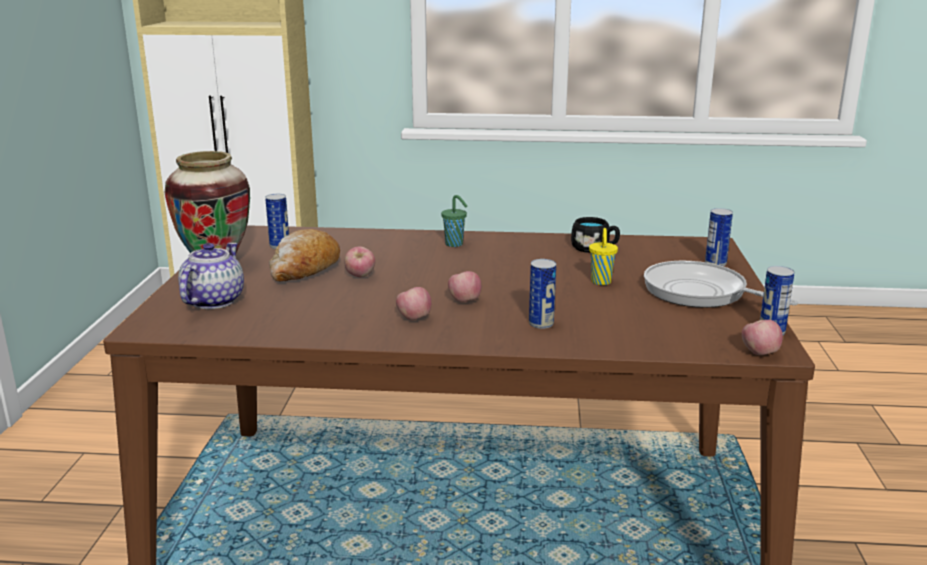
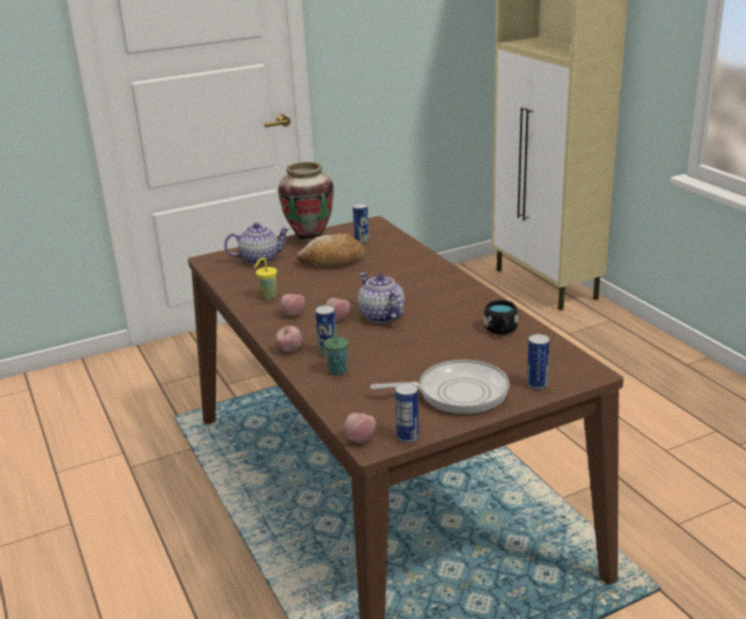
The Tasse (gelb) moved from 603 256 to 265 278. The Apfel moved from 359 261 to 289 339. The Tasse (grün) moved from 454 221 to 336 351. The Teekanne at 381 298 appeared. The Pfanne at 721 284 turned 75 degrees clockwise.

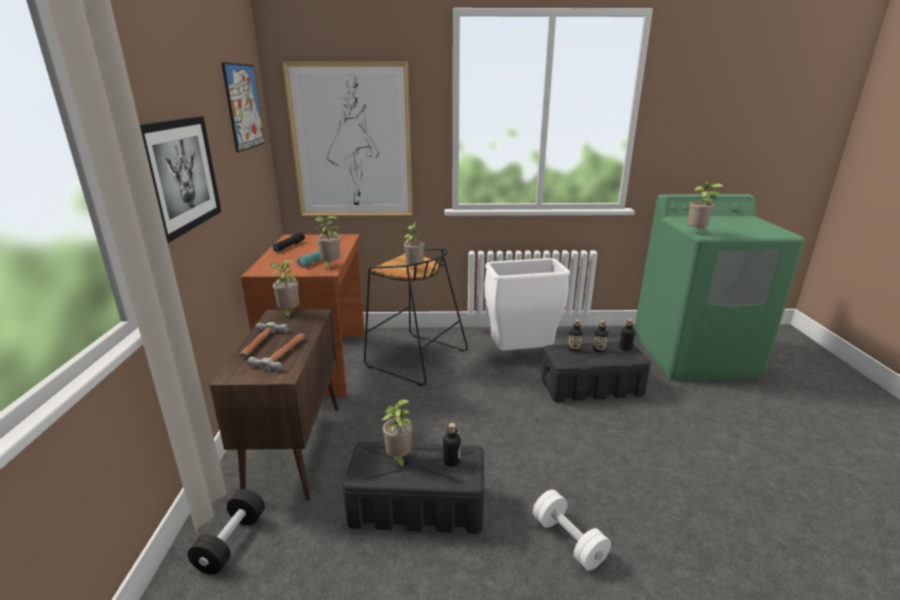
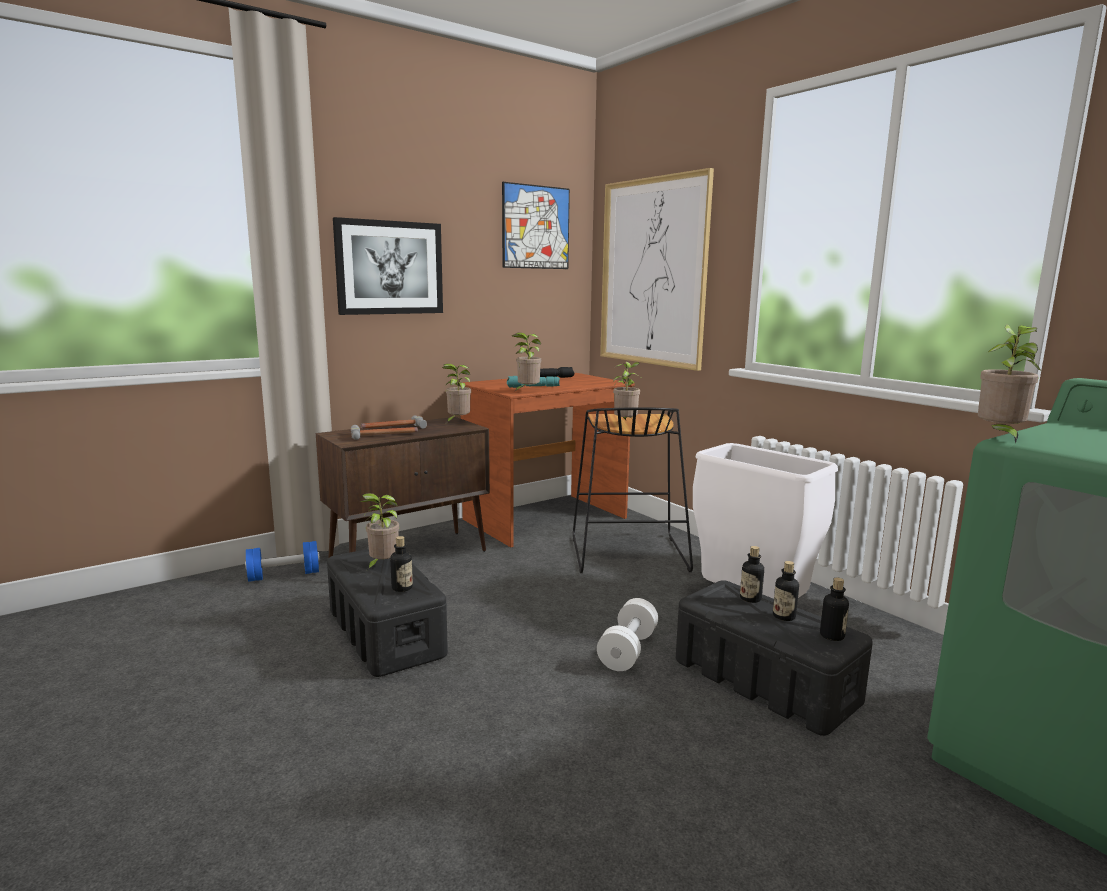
The Hantel (schwarz) at 226 532 became the Hantel (blau) at 282 561. The Hantel (weiß) moved from 572 530 to 627 634.

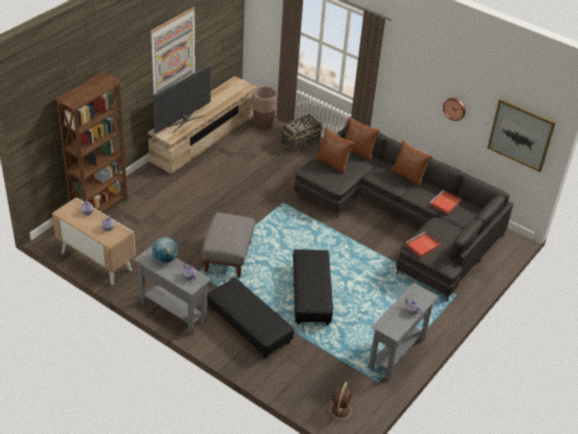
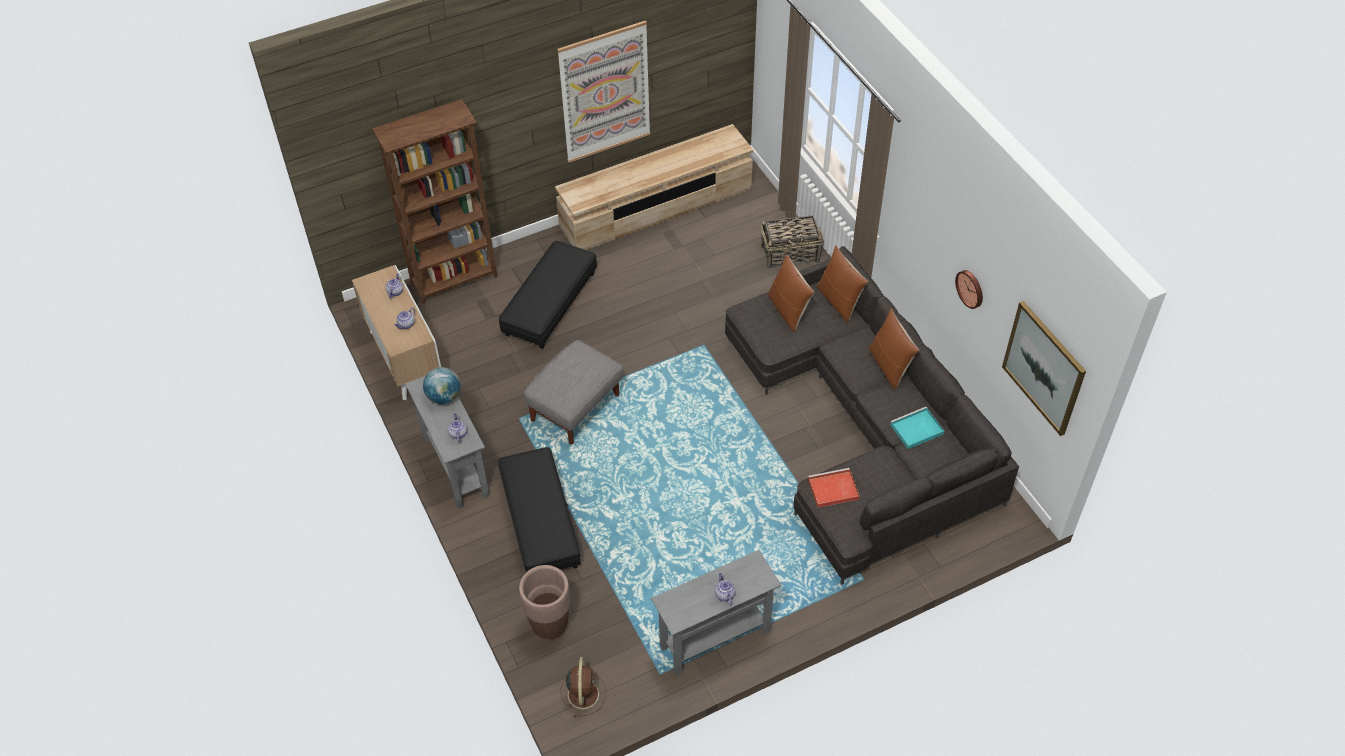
The Polsterhocker (schwarz) moved from 313 287 to 548 295. The Pflanzkübel (braun) moved from 265 108 to 544 602. The Ventilator (braun) at 341 402 turned 45 degrees counterclockwise. The Tablett (rot) at 445 202 became the Tablett (türkis) at 917 428. The Fernseher at 182 99 disappeared.

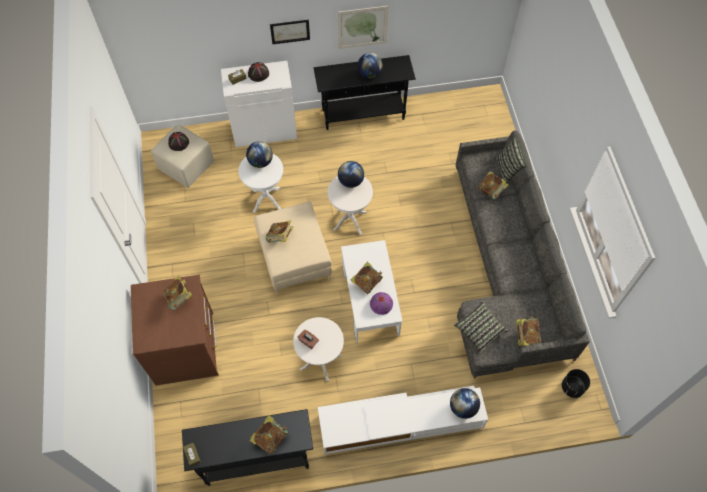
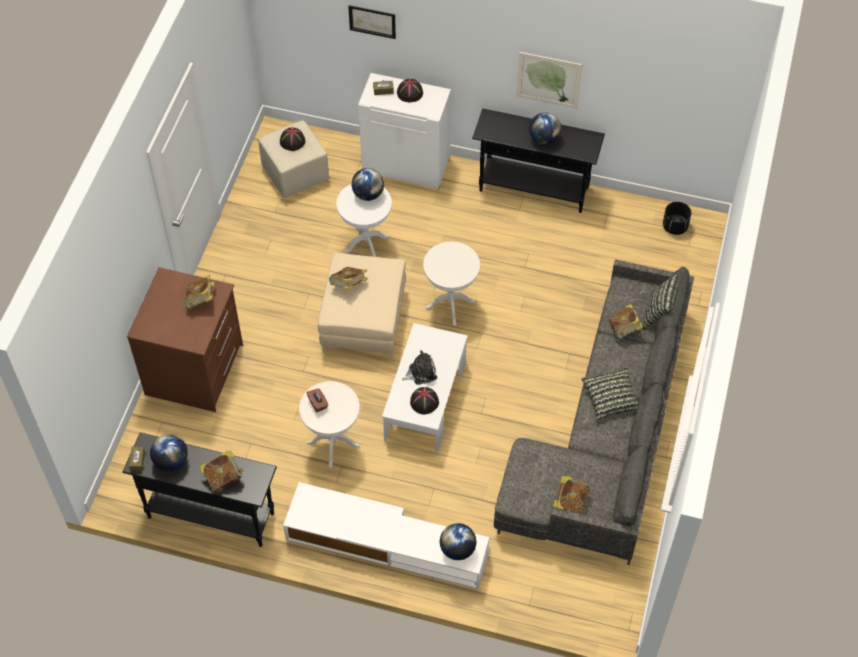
The Globus moved from 351 174 to 169 452. The Bild moved from 290 32 to 372 22. The Buch at 367 277 was replaced by the Plüschtier at 419 367. The Hut (lila) at 381 303 became the Hut (schwarz) at 424 401. The Kissen moved from 481 327 to 609 394. The Pflanzkübel (schwarz) moved from 576 383 to 677 218.

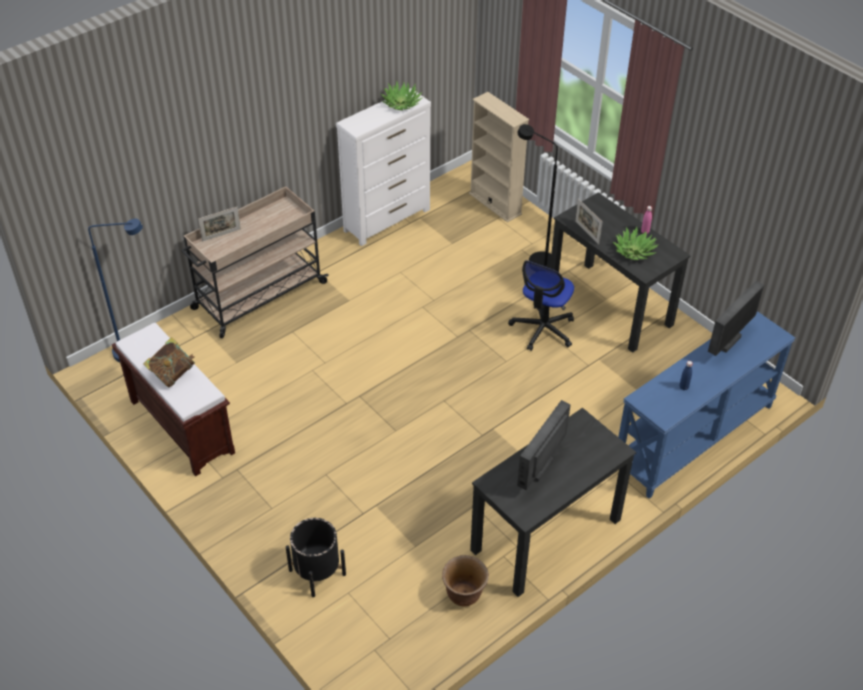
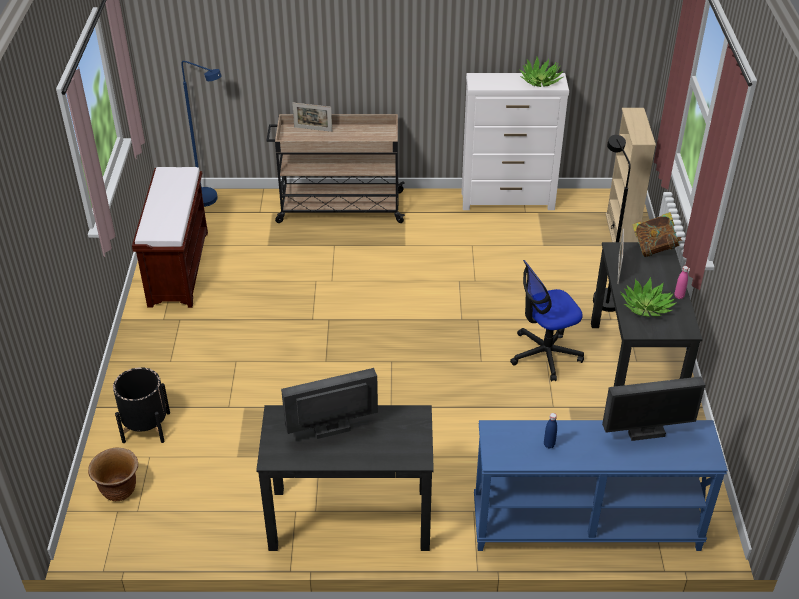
The Pflanzkübel (braun) moved from 465 581 to 113 474. The Buch moved from 169 362 to 657 234.

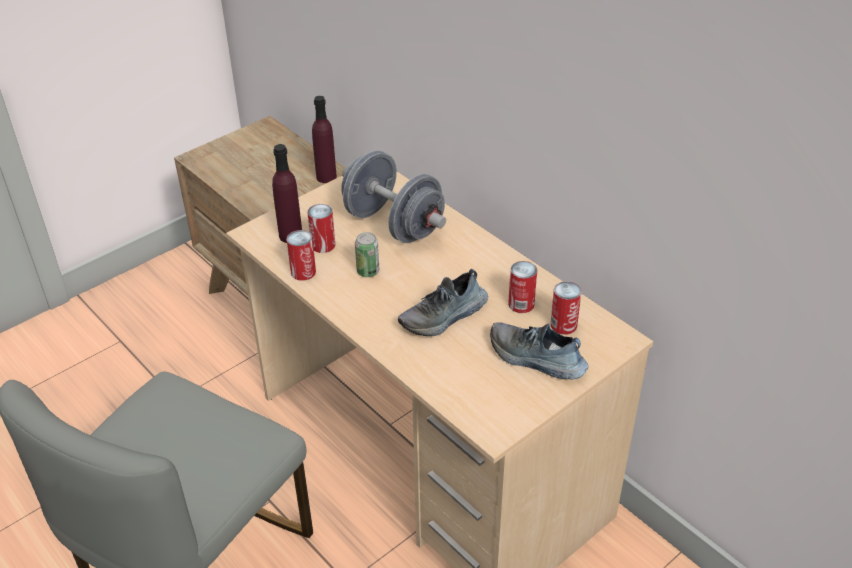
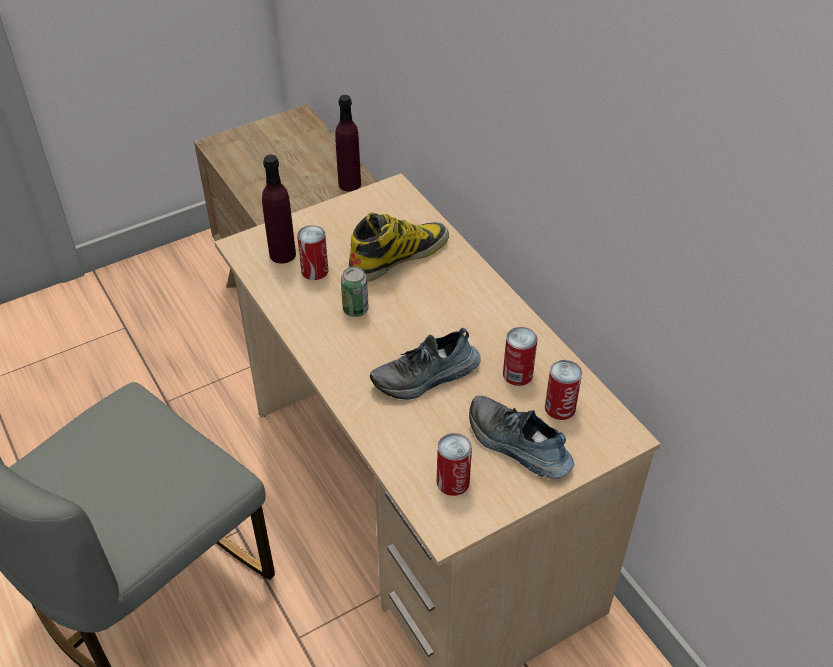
The Hantel (grau) at 393 197 was replaced by the Stiefel at 398 247. The Dose moved from 301 255 to 454 464.

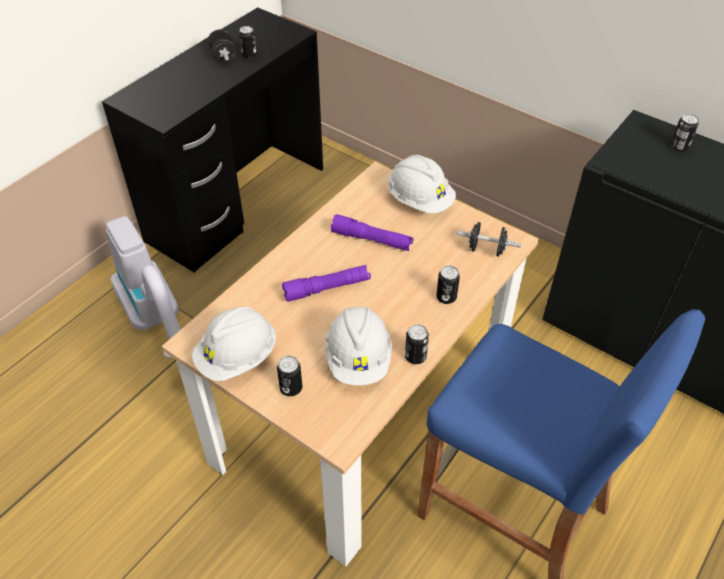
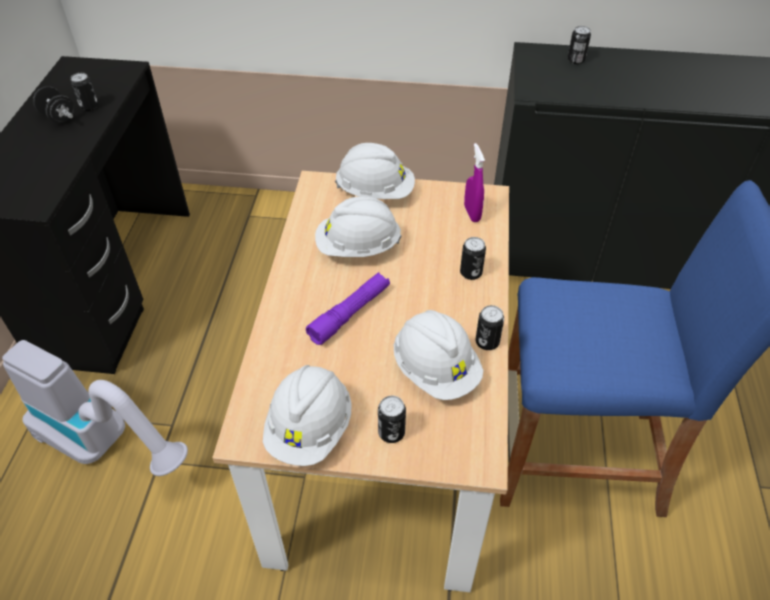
The Taschenlampe (lila) at 372 232 was replaced by the Schutzhelm (weiß) at 358 227. The Hantel (schwarz) at 488 239 was replaced by the Sprühflasche (lila) at 474 182.

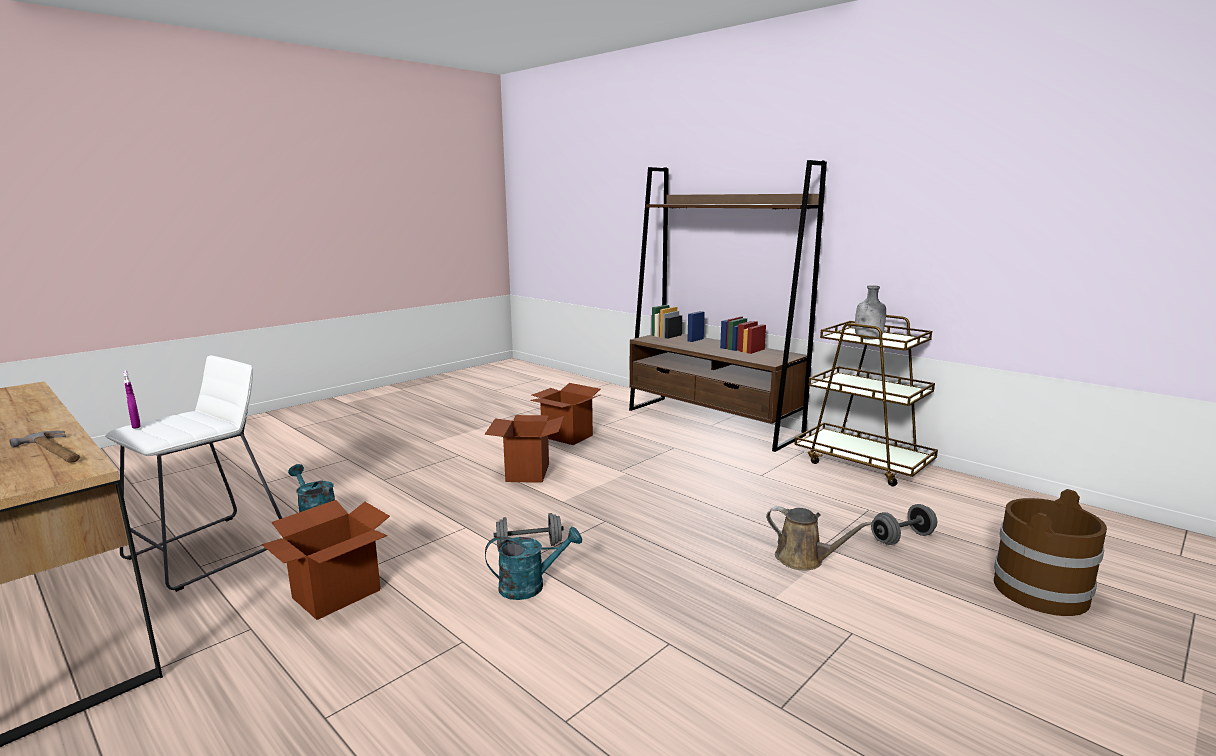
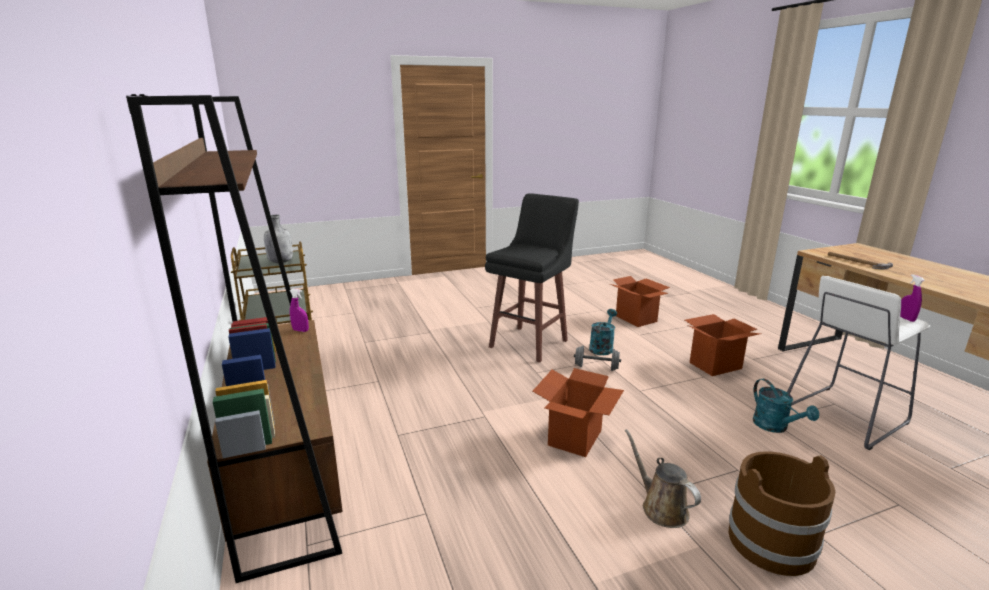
The Sprühflasche (lila) at 299 310 appeared. The Hocker (schwarz) at 532 278 appeared. The Gießkanne (türkis) at 533 563 turned 105 degrees clockwise. The Karton moved from 565 414 to 640 301. The Gießkanne (braun) moved from 819 538 to 663 478. The Eimer (braun) moved from 1050 552 to 782 513. The Hantel (grau) at 904 524 disappeared.

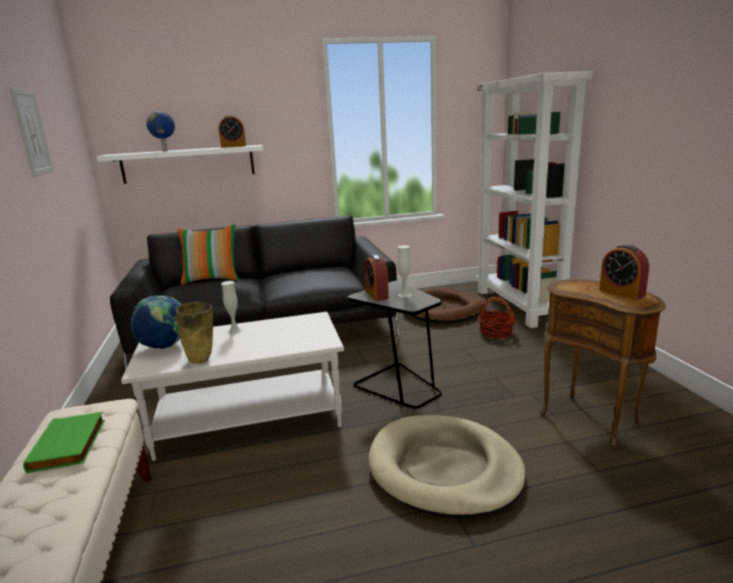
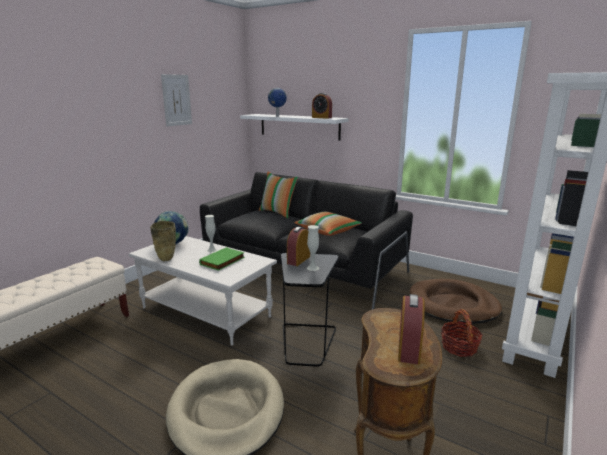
The Buch (grün) moved from 64 442 to 222 259. The Kissen at 328 224 appeared.

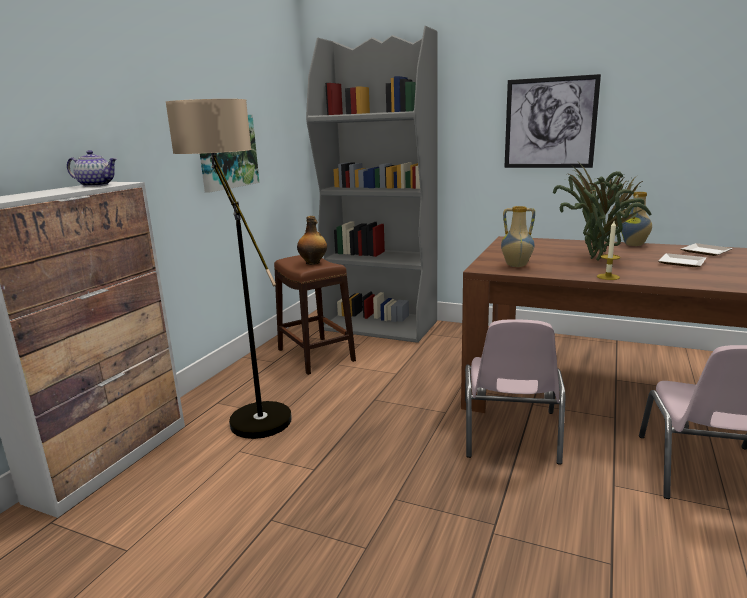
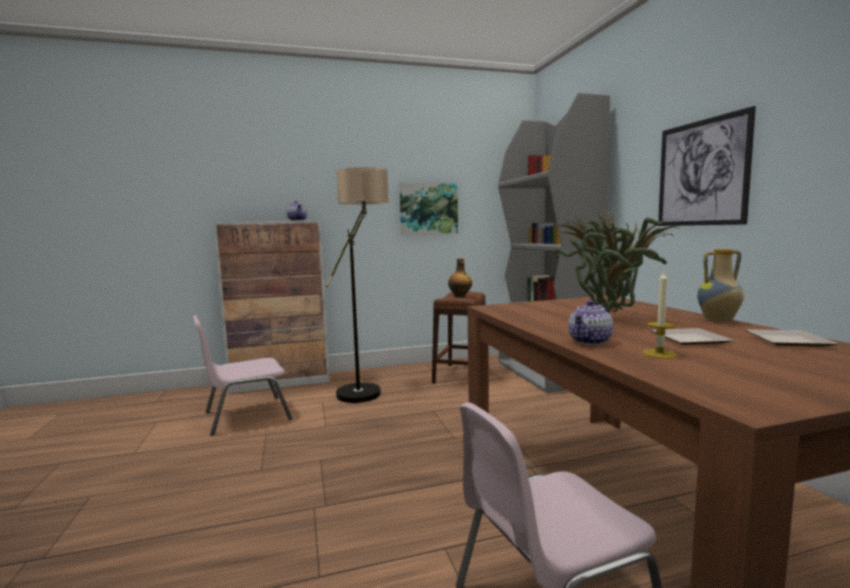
The Stuhl (rosa) moved from 515 392 to 242 375. The Teekanne at 590 322 appeared. The Kerze moved from 608 250 to 660 315. The Vase at 518 236 disappeared.

